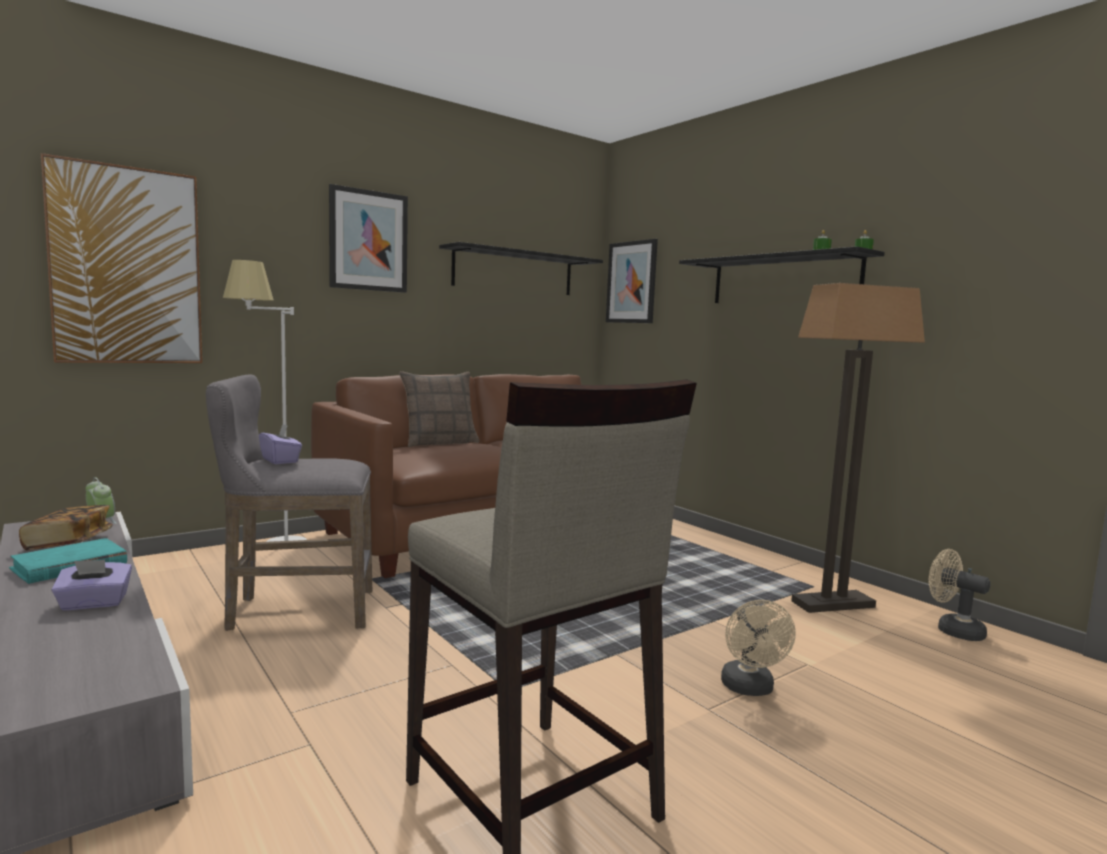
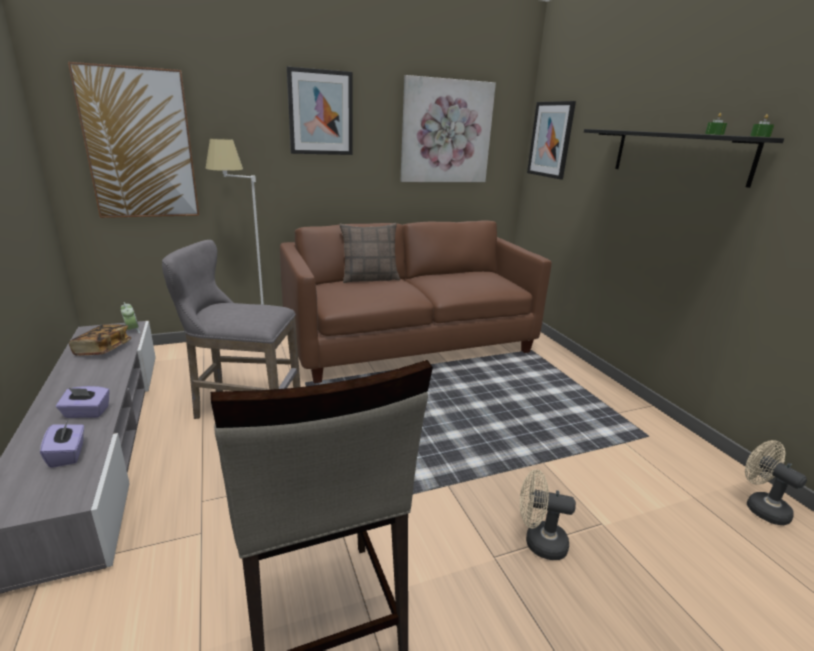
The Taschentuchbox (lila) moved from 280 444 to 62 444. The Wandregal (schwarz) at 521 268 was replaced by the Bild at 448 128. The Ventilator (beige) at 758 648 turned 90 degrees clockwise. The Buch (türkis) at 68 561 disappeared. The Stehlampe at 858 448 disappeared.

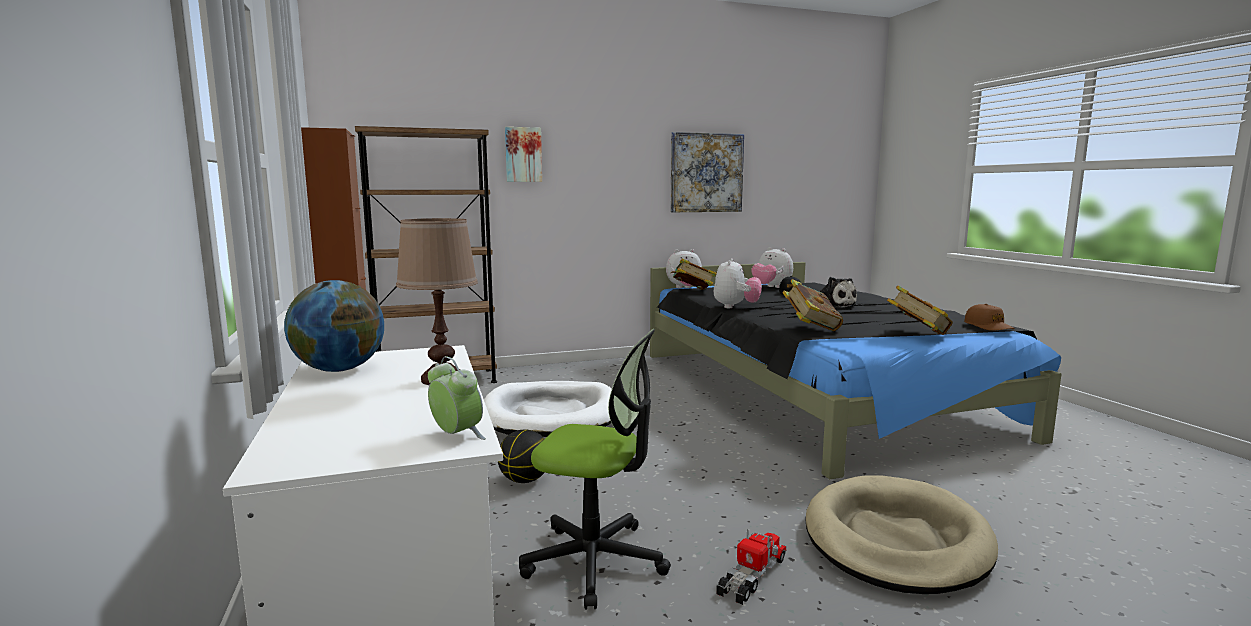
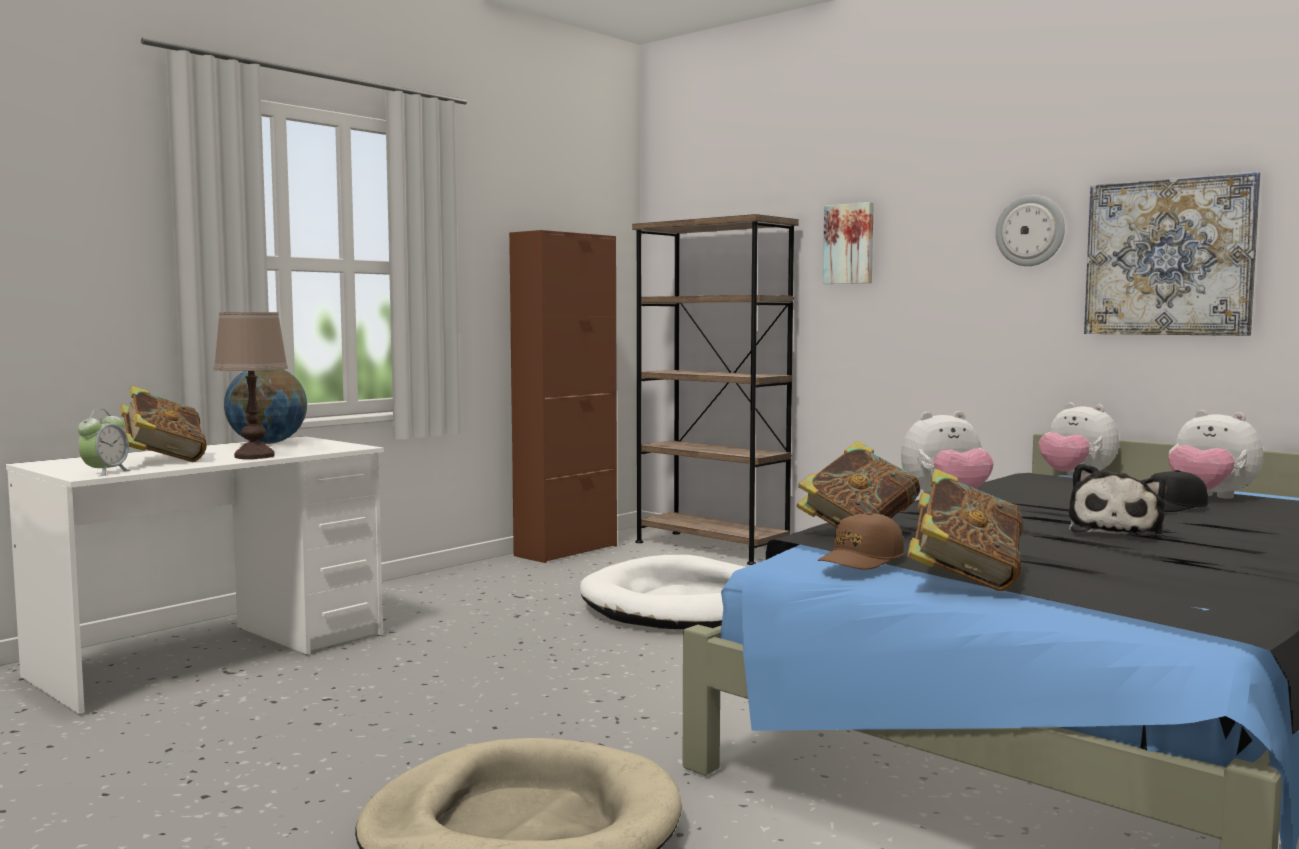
The Buch moved from 694 274 to 163 424. The Kappe (braun) moved from 989 317 to 861 541. The Wanduhr at 1030 230 appeared. The Plüschtier at 772 267 turned 60 degrees counterclockwise. The Basketball at 521 456 disappeared. The Bürostuhl at 595 469 disappeared. The Spielzeuglaster at 751 567 disappeared.

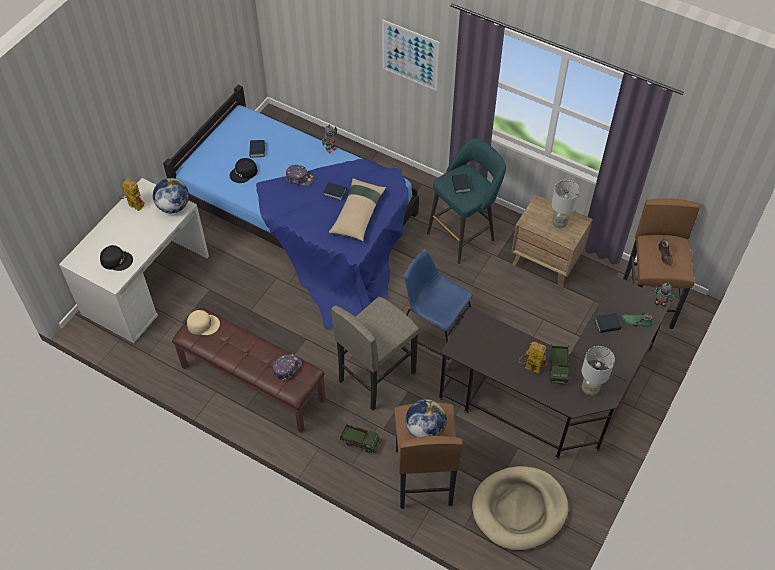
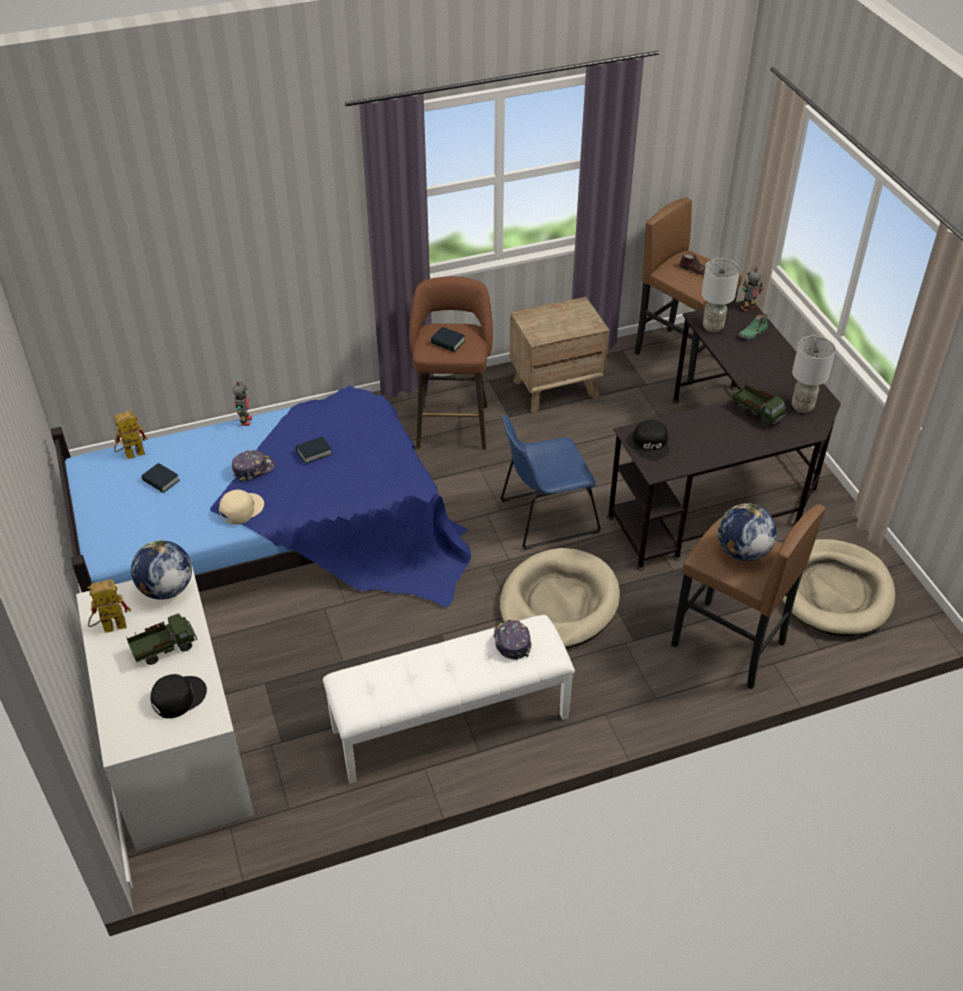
The Spielzeugroboter moved from 532 358 to 130 435. The Spielzeuglaster moved from 360 438 to 161 639. The Kappe (beige) moved from 203 322 to 241 507. The Bank (braun) at 249 370 became the Bank (weiß) at 449 699. The Hocker (türkis) at 466 201 became the Hocker (braun) at 451 363. The Hocker (grau) at 375 353 was replaced by the Hundebett (beige) at 560 598. The Kappe (schwarz) moved from 244 170 to 651 440. The Tischlampe (grau) moved from 565 204 to 720 295. The Kissen (beige) at 357 209 disappeared. The Bild at 411 55 disappeared. The Buch at 608 323 disappeared.

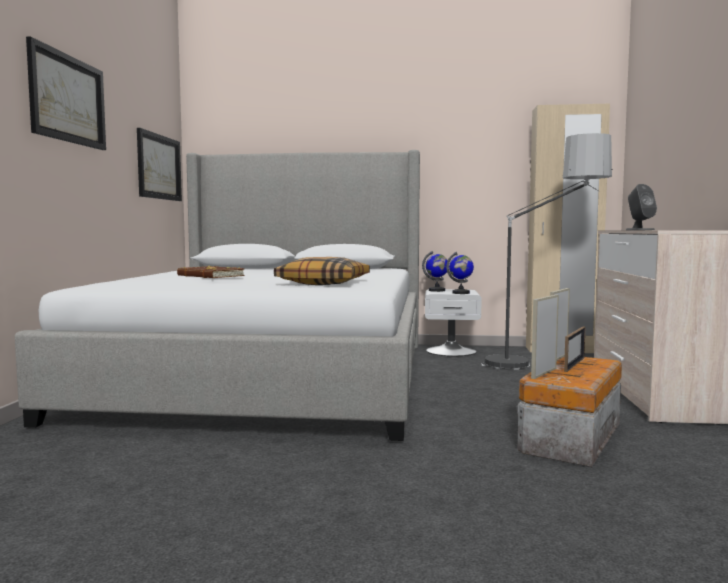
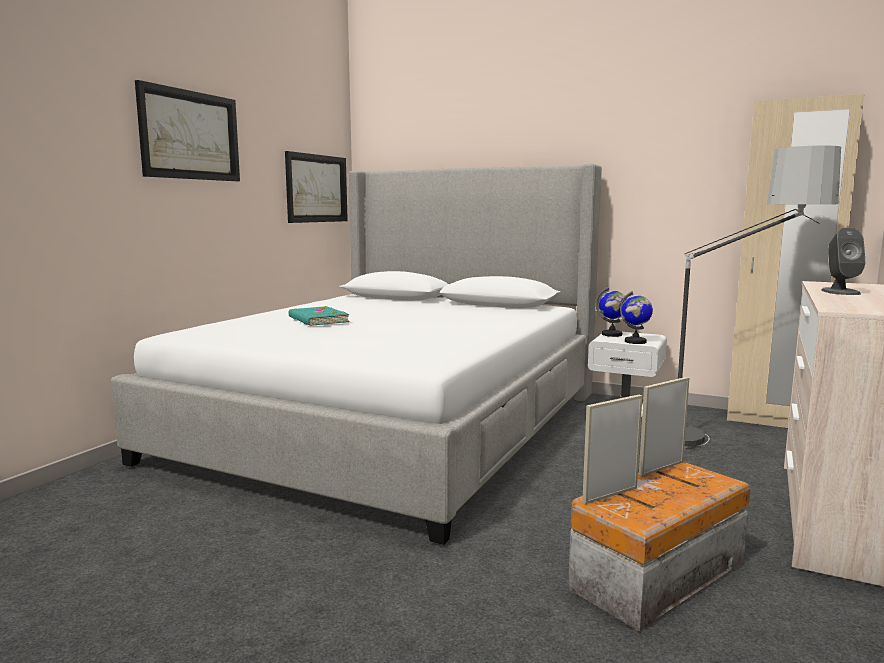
The Buch (braun) at 211 272 became the Buch (türkis) at 319 316. The Kissen at 322 271 disappeared. The Bilderrahmen at 575 349 disappeared.

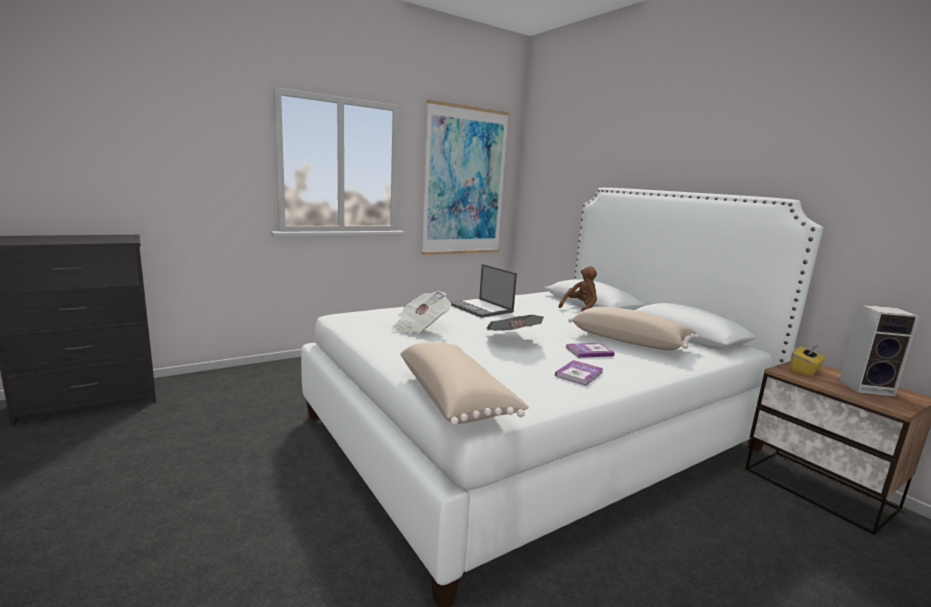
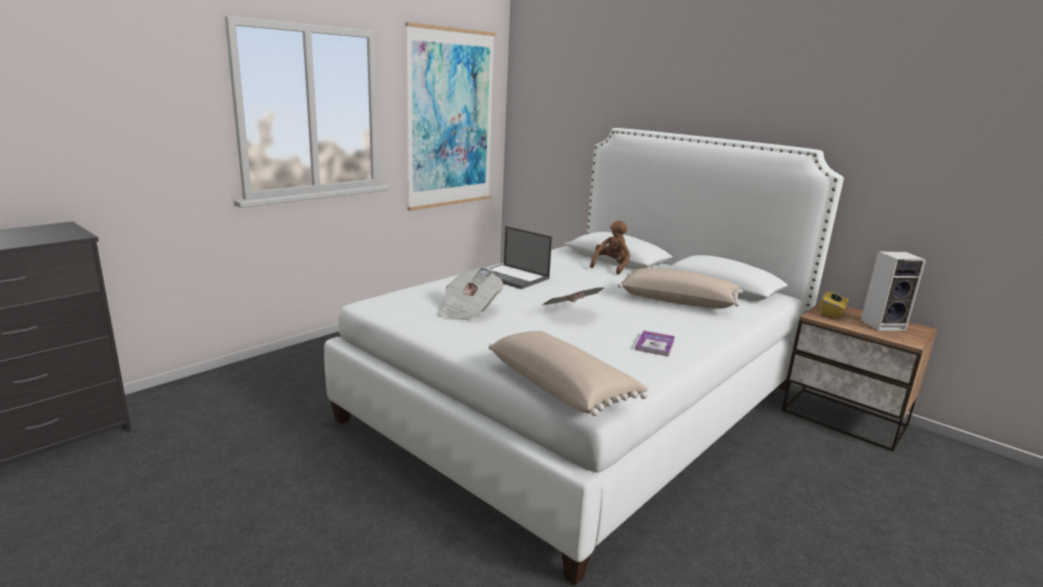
The Buch at 590 350 disappeared.

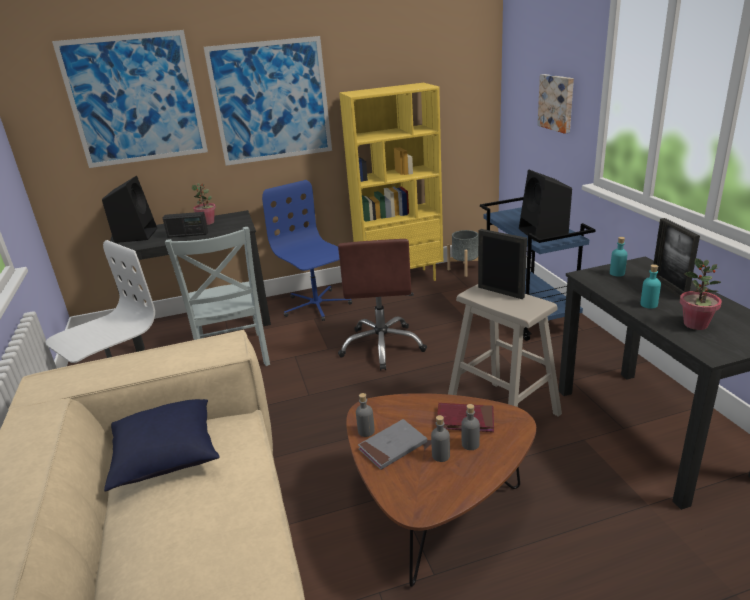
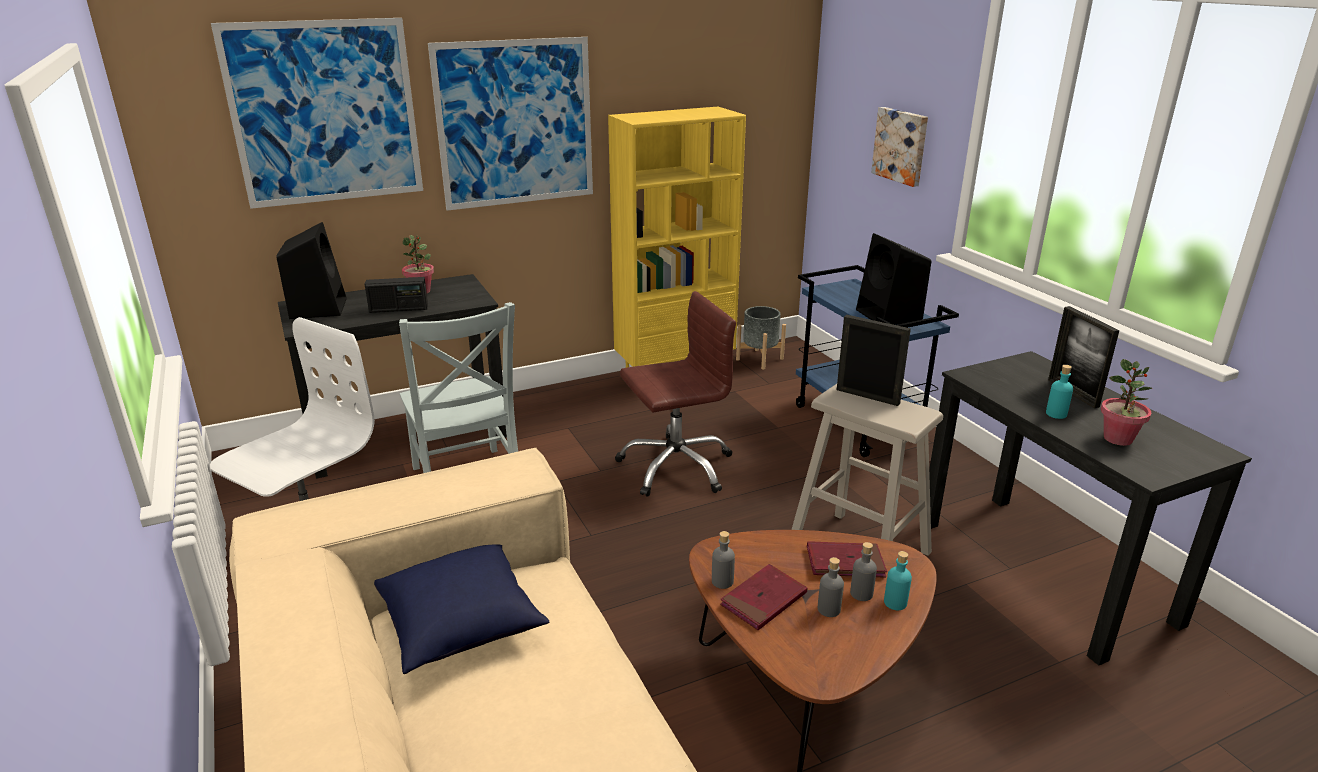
The Bürostuhl (braun) at 382 305 turned 105 degrees counterclockwise. The Buch (grau) at 392 444 became the Buch (rot) at 763 597. The Flasche (türkis) moved from 618 257 to 898 580. The Bürostuhl (blau) at 307 250 disappeared.

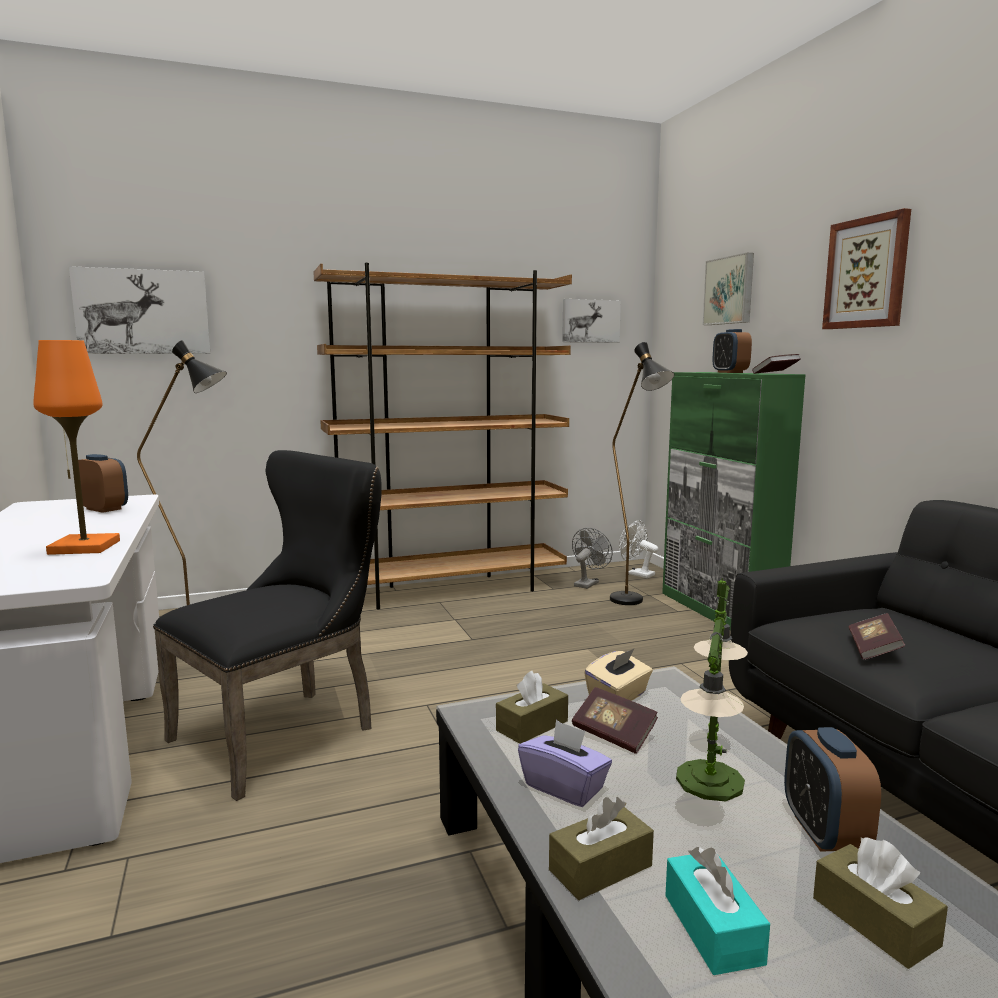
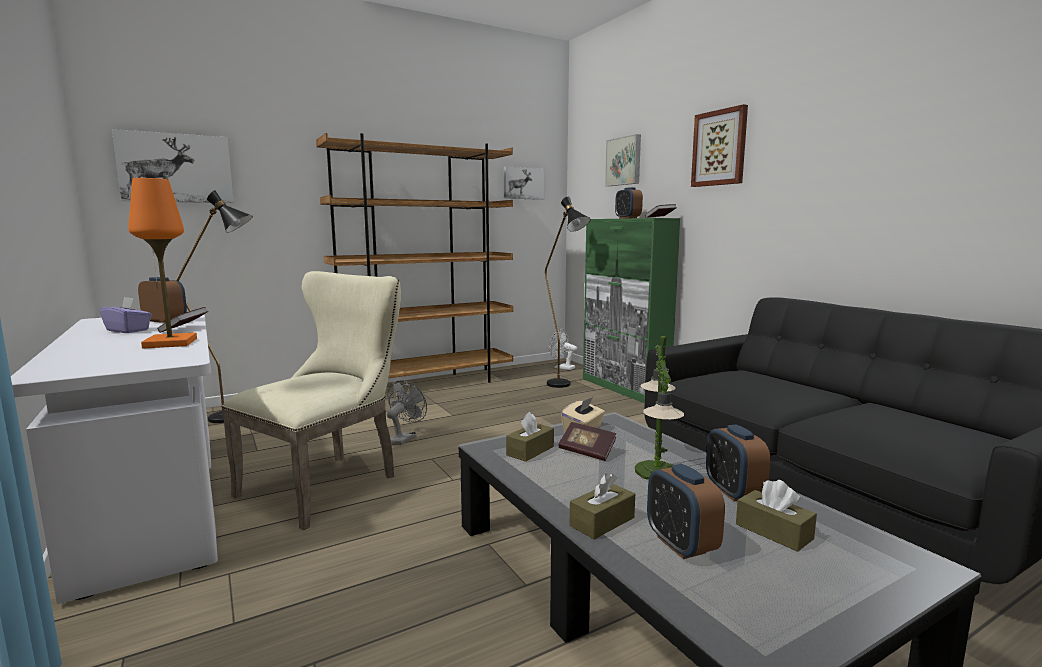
The Taschentuchbox (lila) moved from 565 763 to 125 315. The Buch moved from 876 636 to 182 320. The Stuhl (schwarz) at 267 625 became the Stuhl (beige) at 311 400. The Ventilator (grau) moved from 592 558 to 407 413. The Taschentuchbox (türkis) at 717 911 was replaced by the Wecker at 686 511.

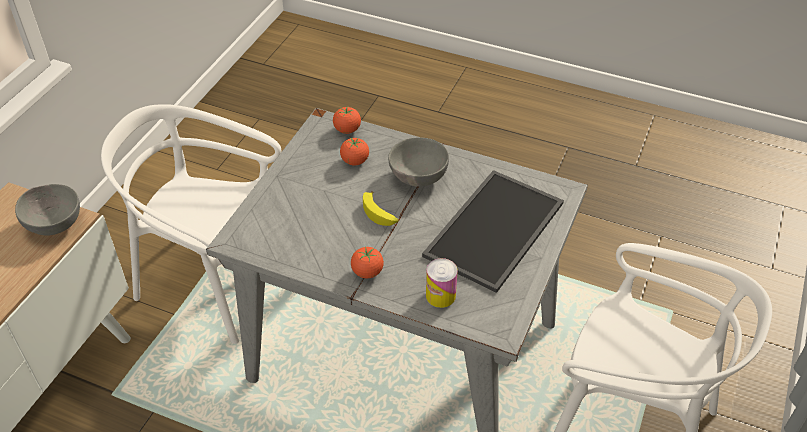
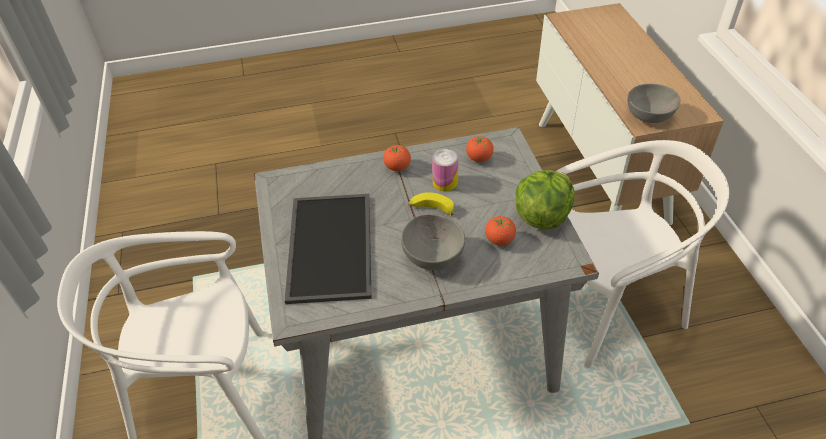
The Dose moved from 442 283 to 445 170. The Tomate moved from 347 120 to 479 149. The Salatkopf at 545 199 appeared.

